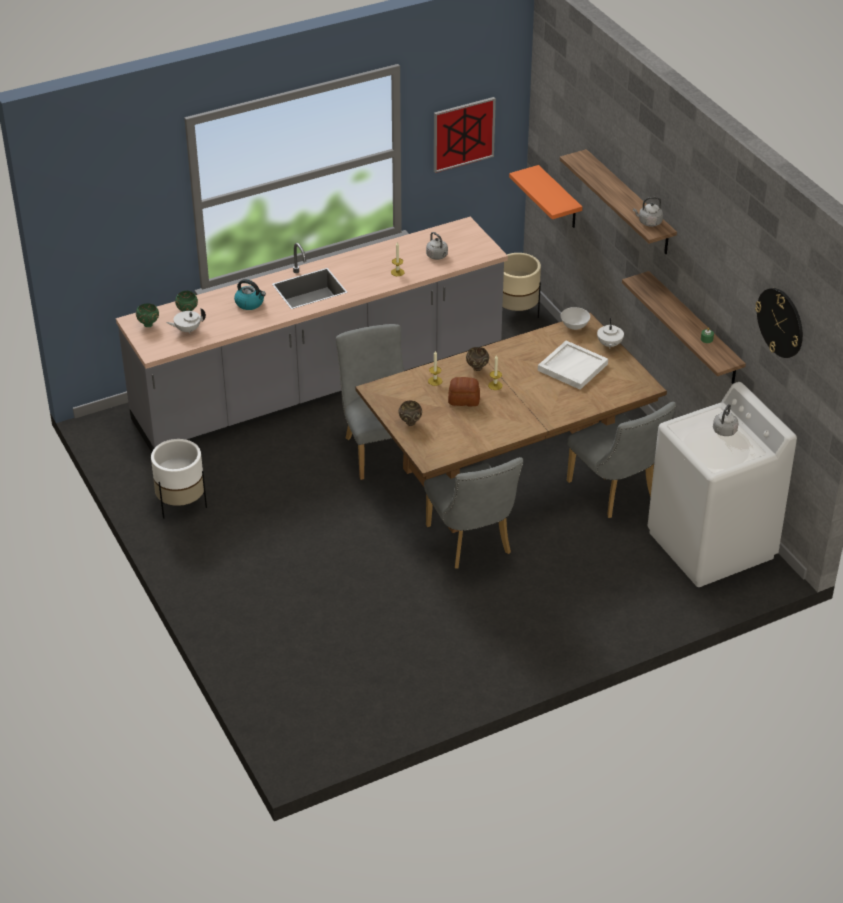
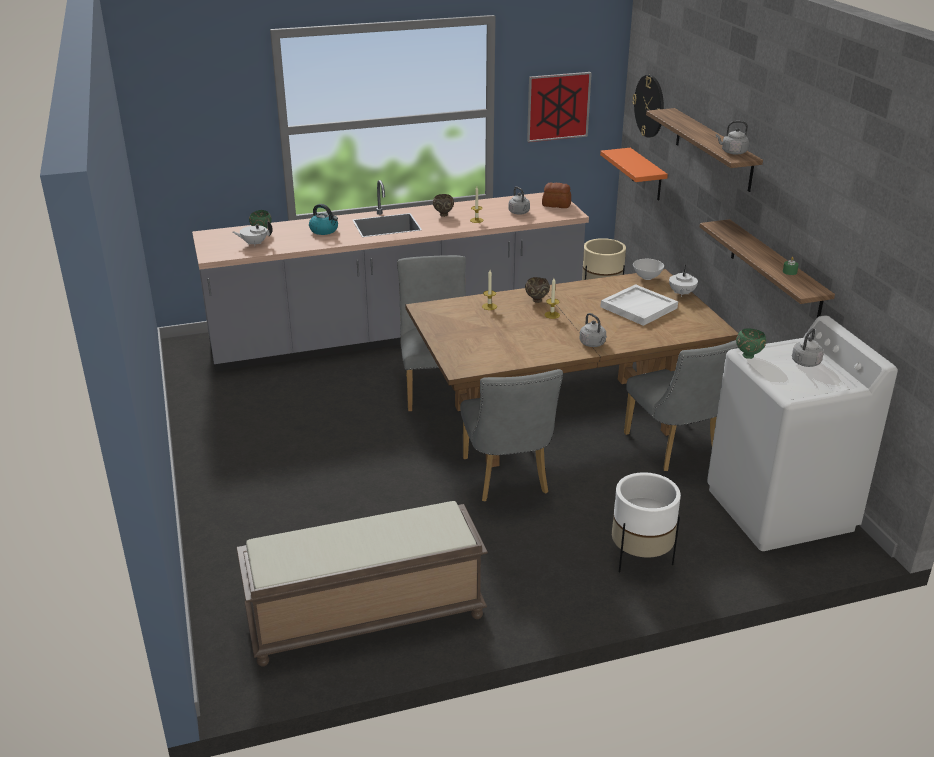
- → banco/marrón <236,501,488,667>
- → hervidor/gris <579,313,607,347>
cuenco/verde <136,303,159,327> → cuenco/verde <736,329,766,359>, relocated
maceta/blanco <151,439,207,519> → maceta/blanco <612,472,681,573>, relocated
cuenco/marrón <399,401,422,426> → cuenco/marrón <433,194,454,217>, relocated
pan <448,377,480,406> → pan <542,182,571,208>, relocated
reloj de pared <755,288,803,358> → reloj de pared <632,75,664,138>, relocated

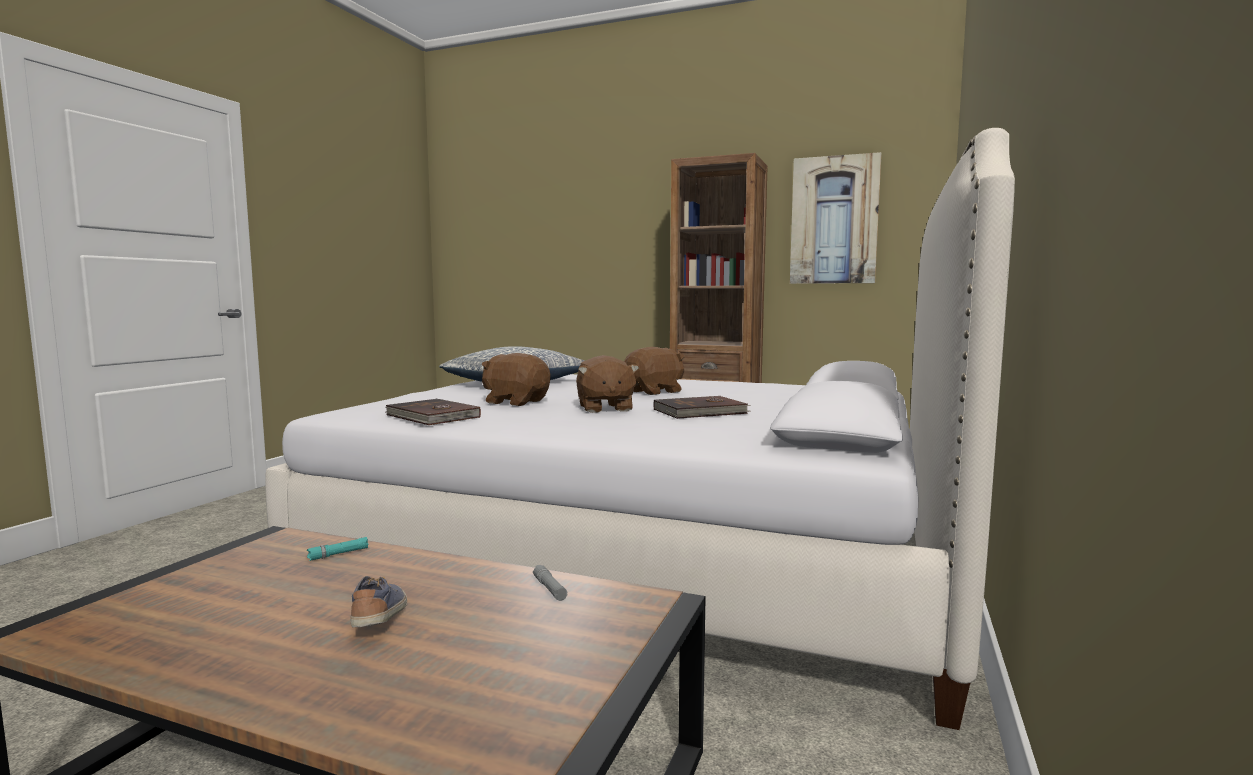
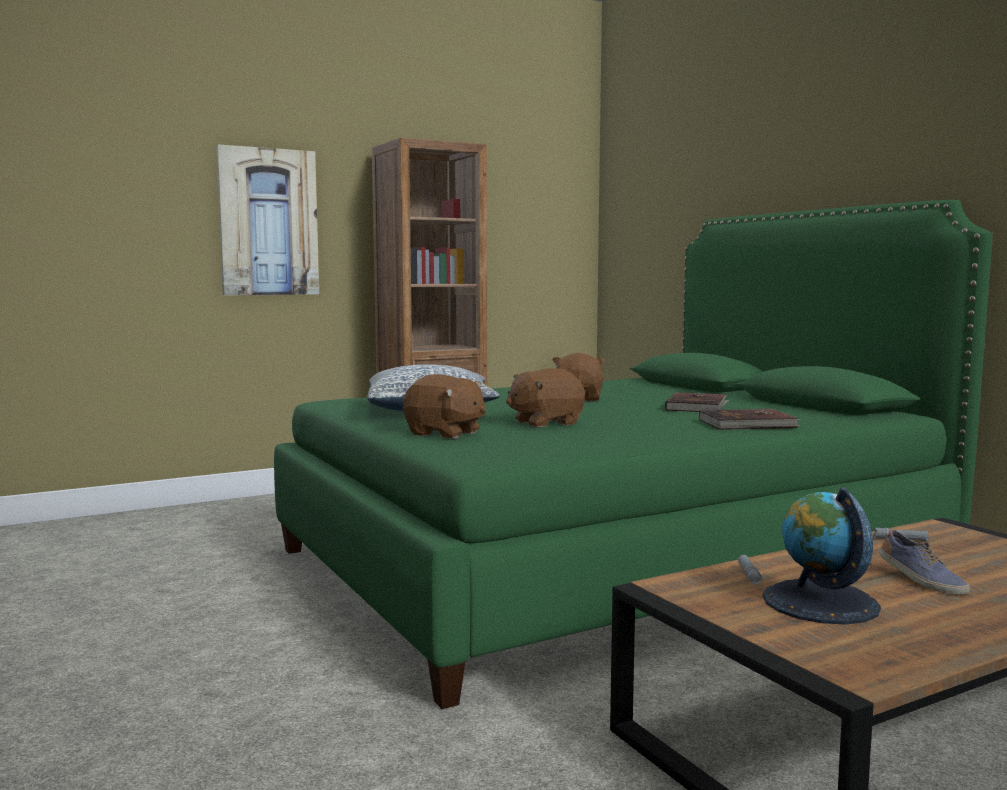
- → globo terráqueo <763,487,881,625>
libro/marrón <385,399,481,425> → libro/marrón <699,409,801,430>, relocated
peluche/marrón <576,355,639,413> → peluche/marrón <403,374,486,439>, relocated
cuadro <790,152,882,284> → cuadro <216,144,319,295>, relocated
cama/blanco <265,128,1015,730> → cama/verde <274,200,993,709>
linterna/turquesa <307,537,369,561> → linterna/gris <738,555,762,585>
zapato <350,576,407,628> → zapato <879,529,970,594>, 150 degrees counterclockwise

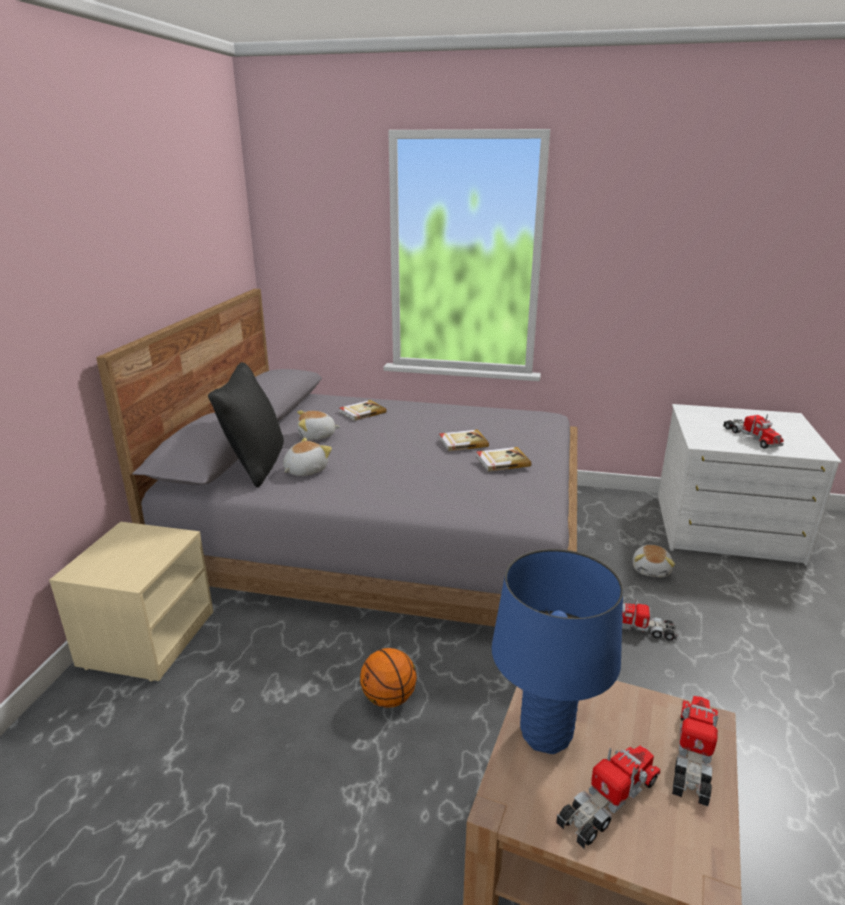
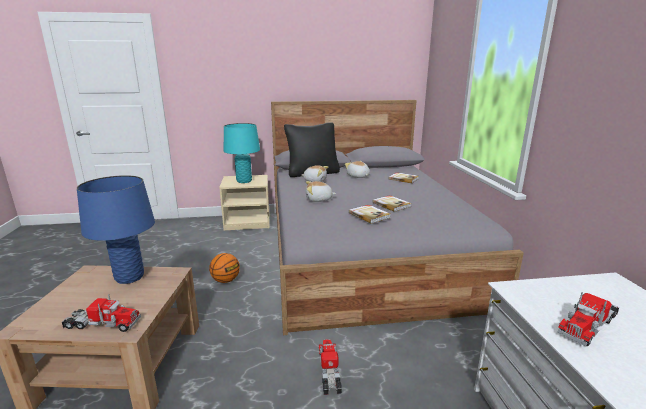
camión de juguete <556,746,660,849> → -
- → lámpara de mesa/turquesa <224,123,260,183>
peluche <633,545,675,577> → peluche <306,181,336,202>, relocated

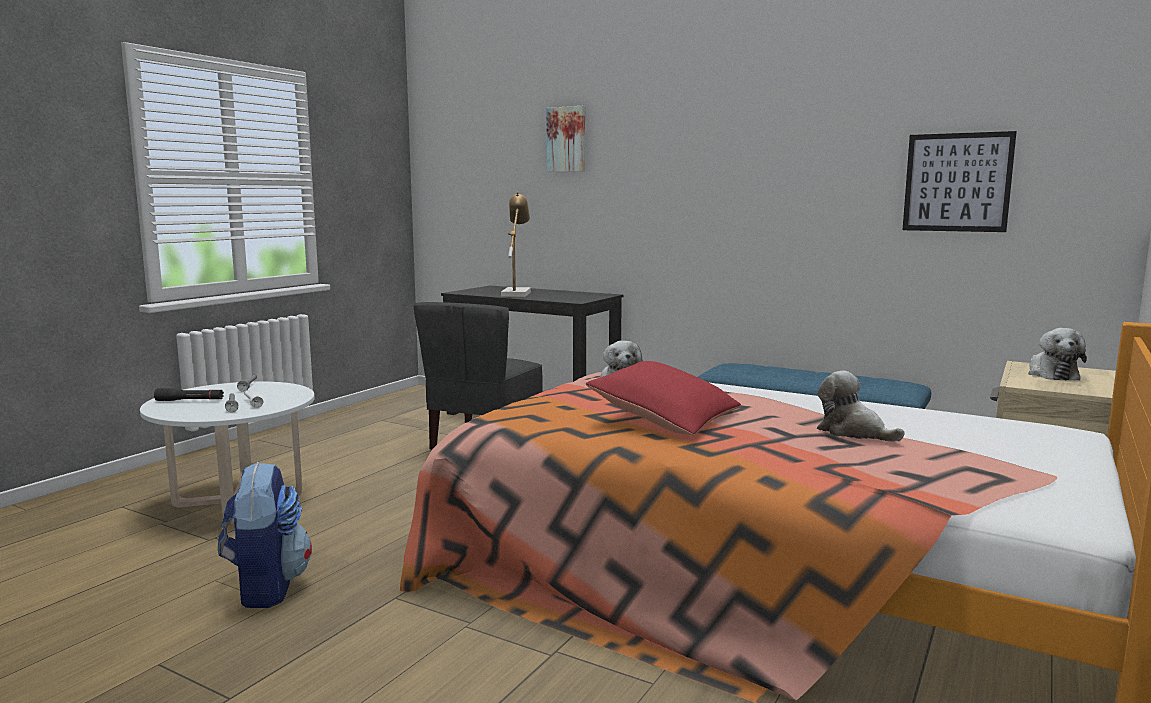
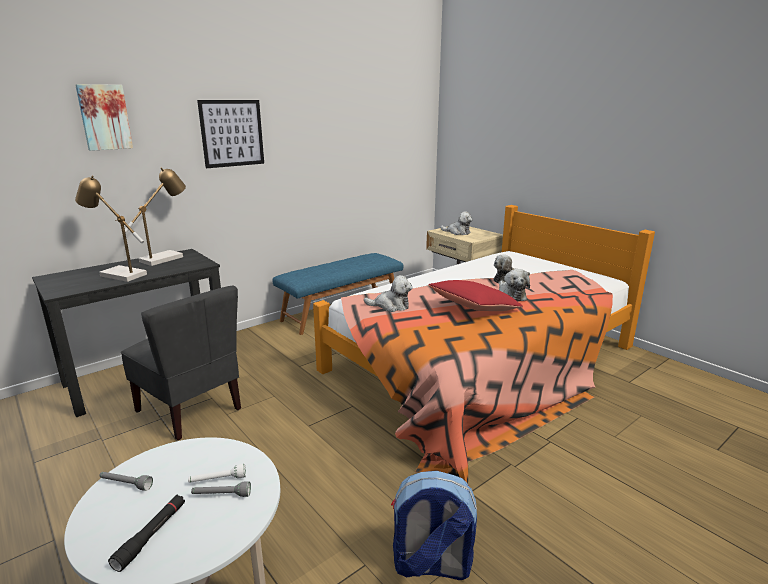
- → lámpara de mesa <125,167,186,266>
- → peluche <499,269,530,302>
cuadro <903,131,1017,232> → cuadro <197,100,264,168>, relocated

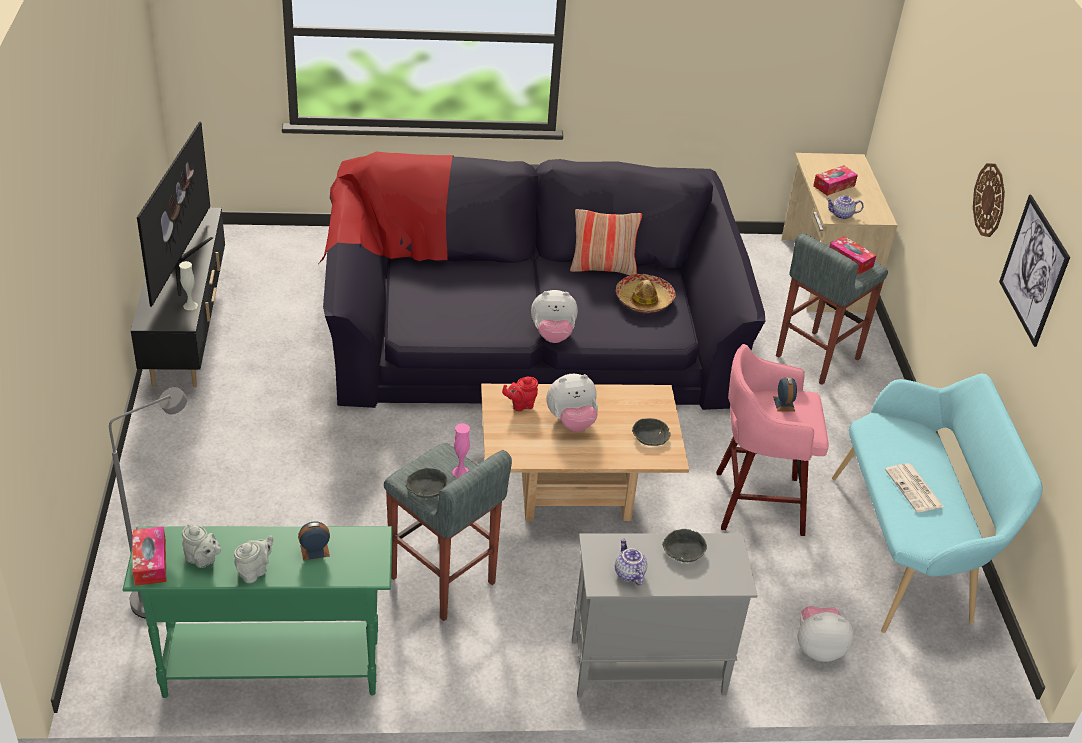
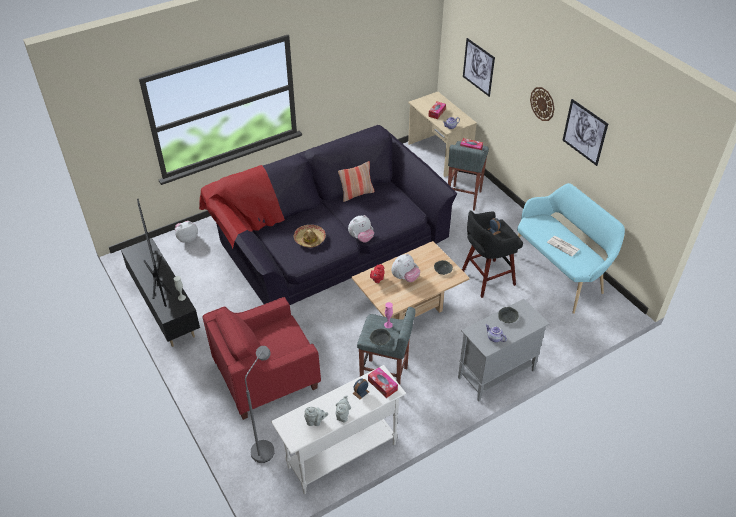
- → sillón/rojo <202,297,321,420>
- → cuadro <463,38,495,97>
caja de pañuelos <132,526,167,586> → caja de pañuelos <368,367,398,398>, relocated
sombrero <616,274,676,313> → sombrero <294,225,326,248>, relocated
peluche <798,606,854,662> → peluche <175,221,198,243>, relocated
mesa consola/verde <123,526,393,698> → mesa consola/blanco <271,365,406,494>
taburete/rosa <716,344,829,536> → taburete/negro <462,211,523,298>

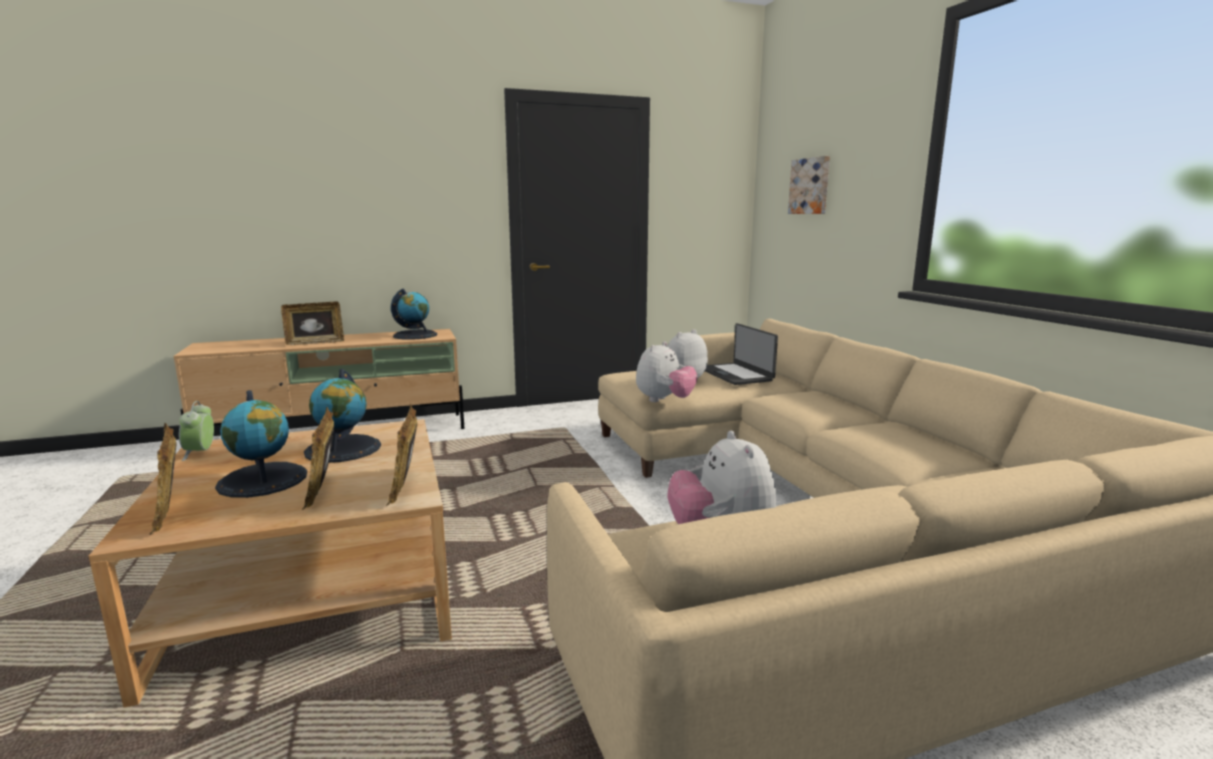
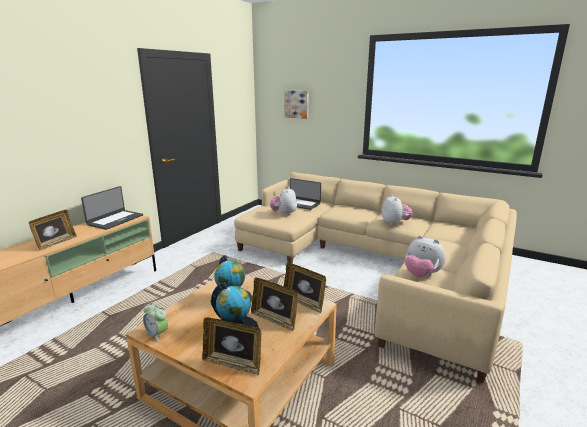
peluche <636,341,697,402> → peluche <382,194,412,225>, relocated
globo terráqueo <391,288,437,340> → portátil <81,186,143,230>

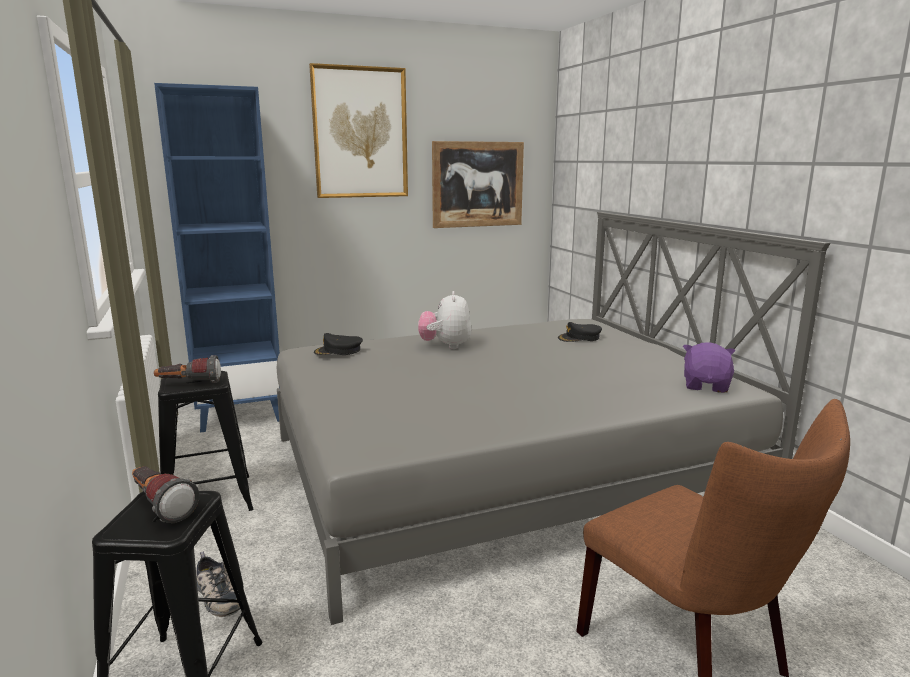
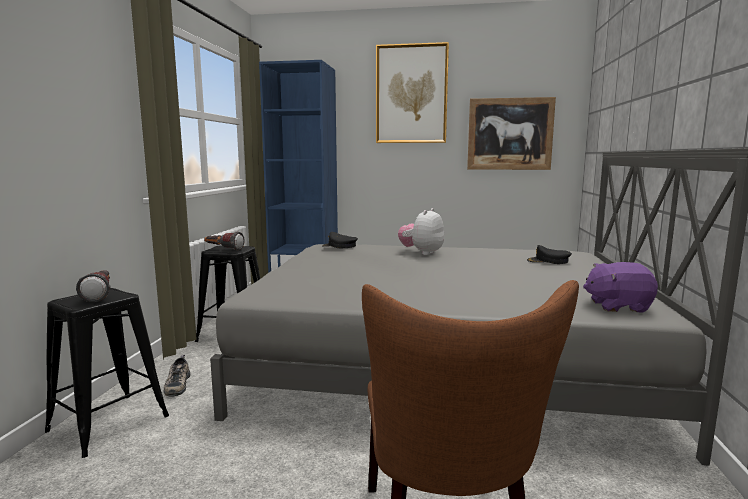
peluche/morado <683,342,735,393> → peluche/morado <583,262,658,313>, 135 degrees counterclockwise

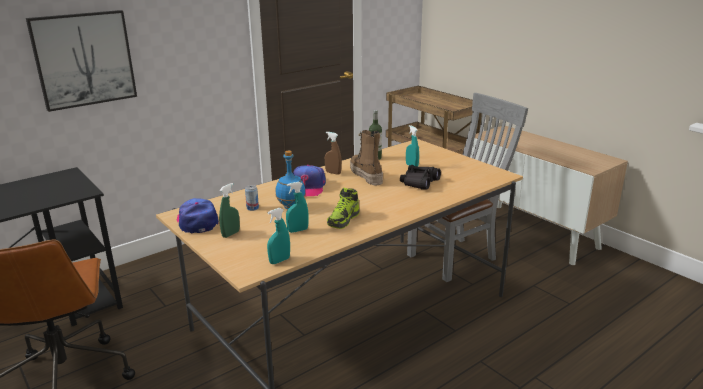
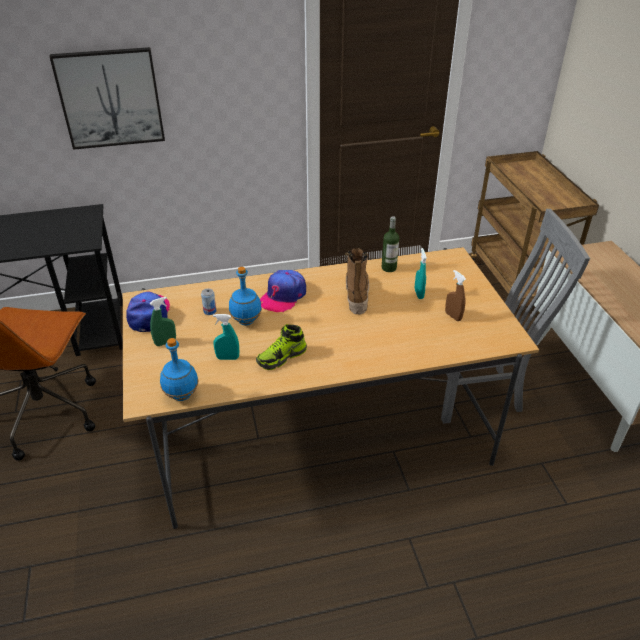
prismáticos/negro <400,165,441,190> → -
pulverizador/marrón <325,132,342,175> → pulverizador/marrón <445,270,466,321>, relocated
pulverizador/turquesa <267,208,290,264> → botella/azul <160,338,198,401>

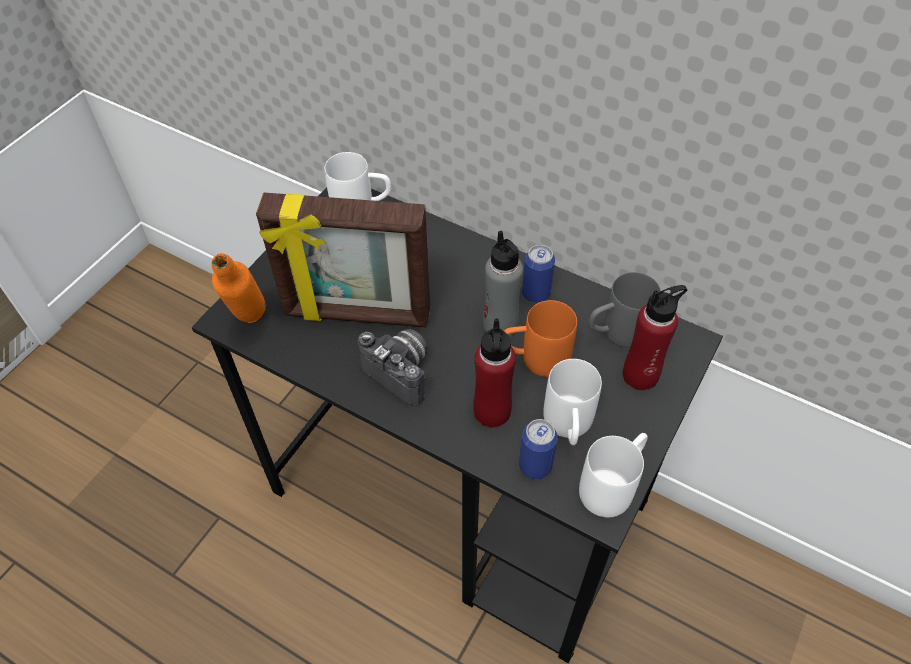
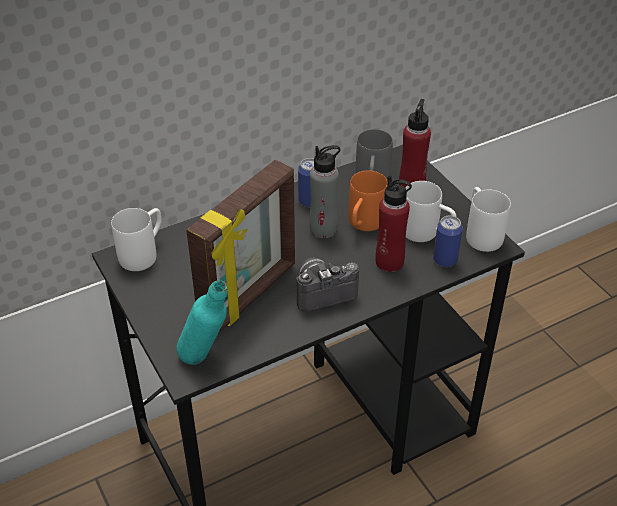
botella/naranja <212,253,266,323> → botella/turquesa <177,280,228,365>

